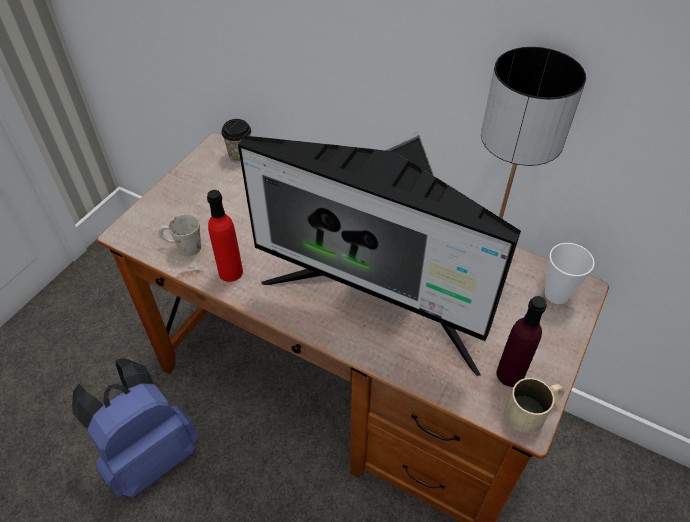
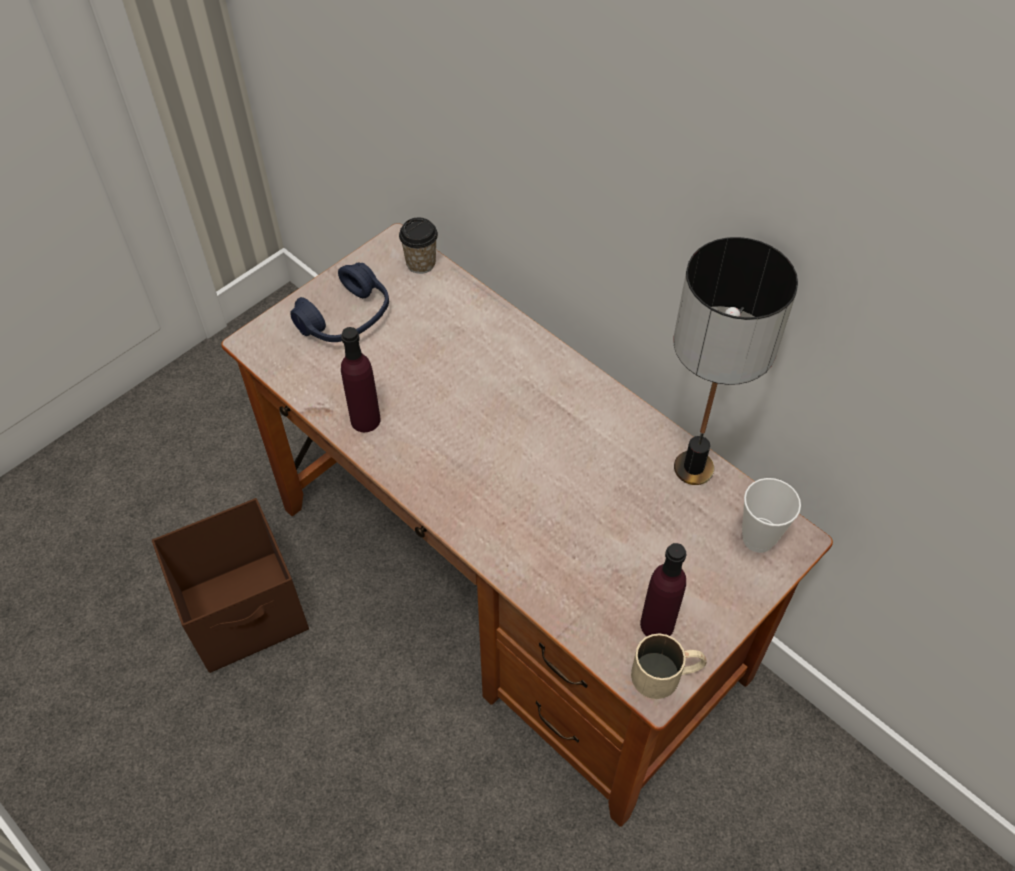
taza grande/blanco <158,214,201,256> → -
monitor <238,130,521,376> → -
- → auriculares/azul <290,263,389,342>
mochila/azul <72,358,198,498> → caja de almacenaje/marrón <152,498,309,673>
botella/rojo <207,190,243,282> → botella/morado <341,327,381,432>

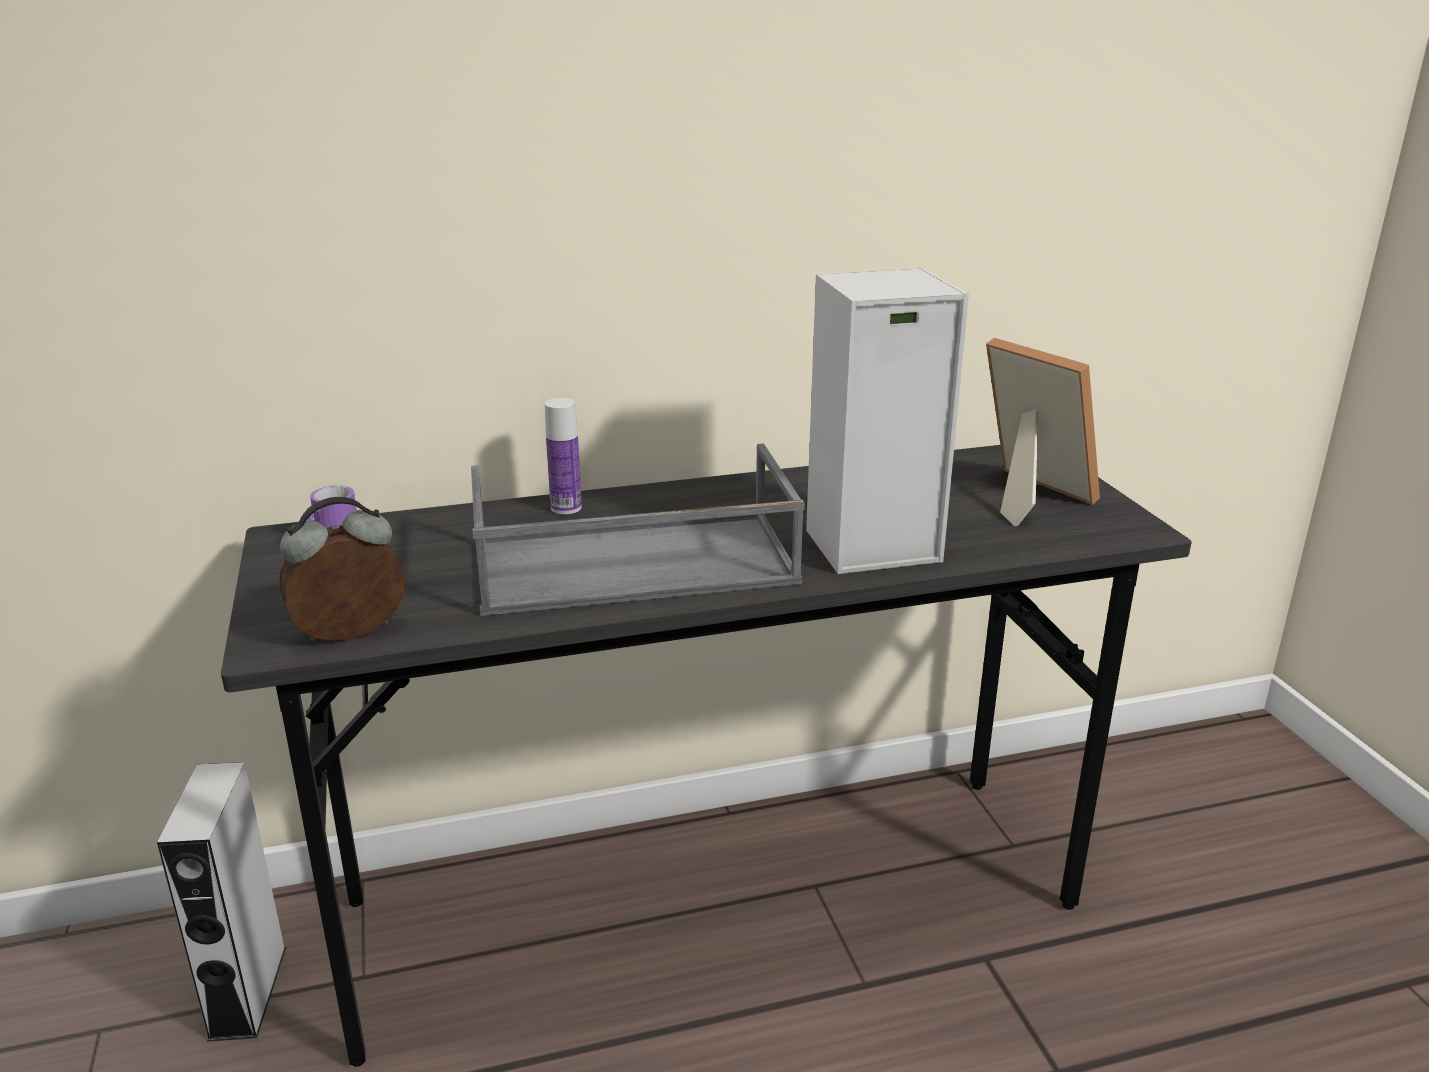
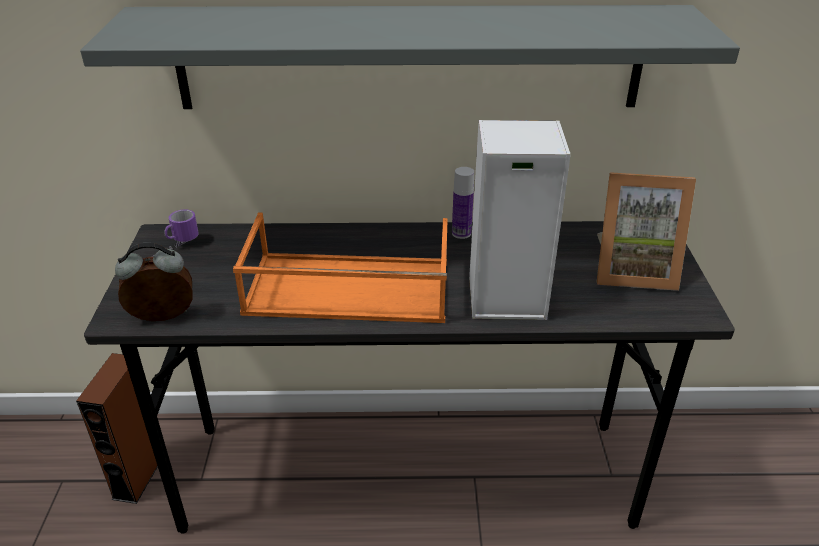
- → estante/gris <80,5,740,109>
botella <545,398,582,514> → botella <452,167,474,239>, relocated
altavoz/gris <157,762,286,1042> → altavoz/marrón <76,353,158,504>
bandeja/gris <471,443,805,616> → bandeja/naranja <233,213,448,323>
portarretratos <986,338,1100,526> → portarretratos <597,172,696,291>, 120 degrees clockwise

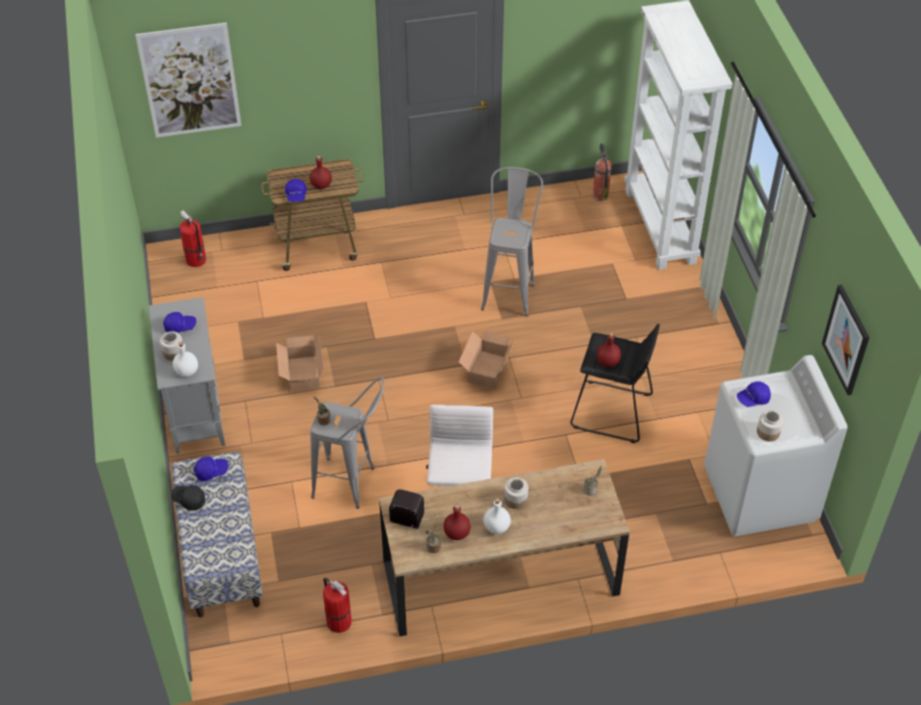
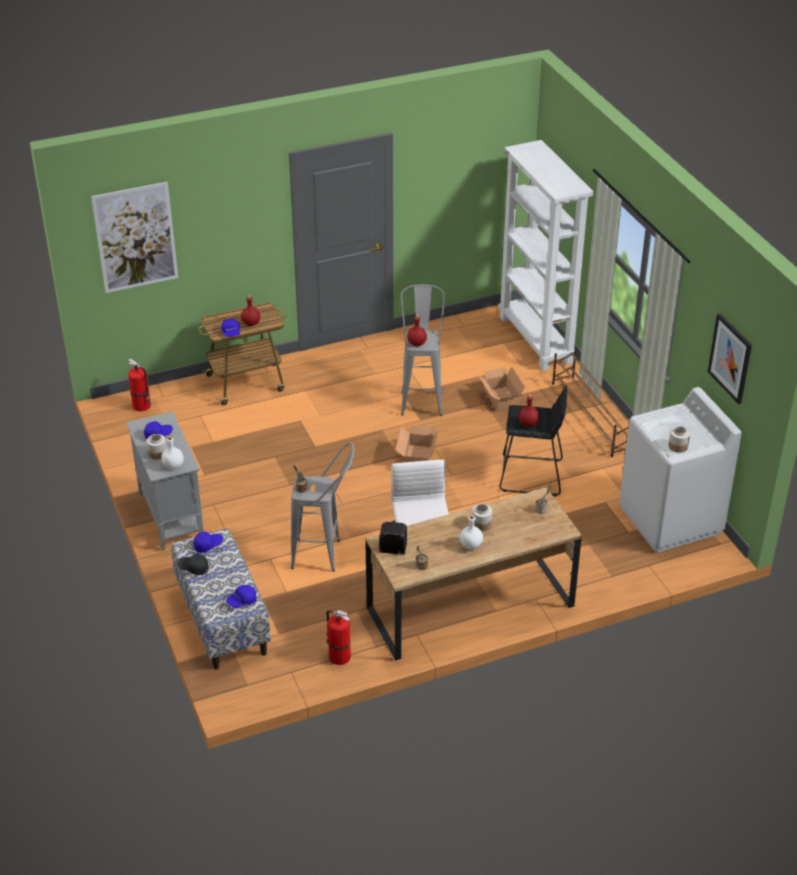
extintor <593,143,612,201> → -
- → zapatero/marrón <552,348,629,457>
caja de cartón <276,335,323,392> → caja de cartón <478,367,525,412>, relocated
botella/rojo <444,504,471,540> → botella/rojo <407,315,427,346>, relocated
gorra/azul <737,381,771,407> → gorra/azul <226,585,257,608>, relocated

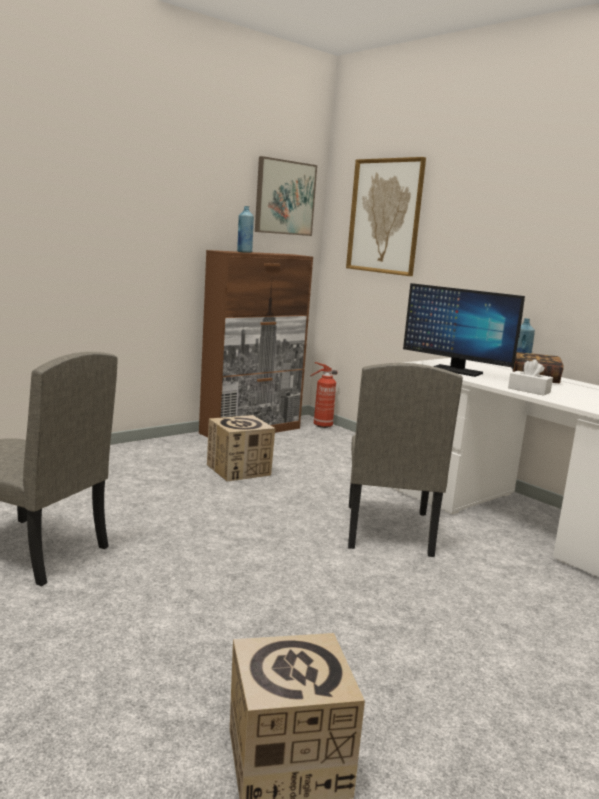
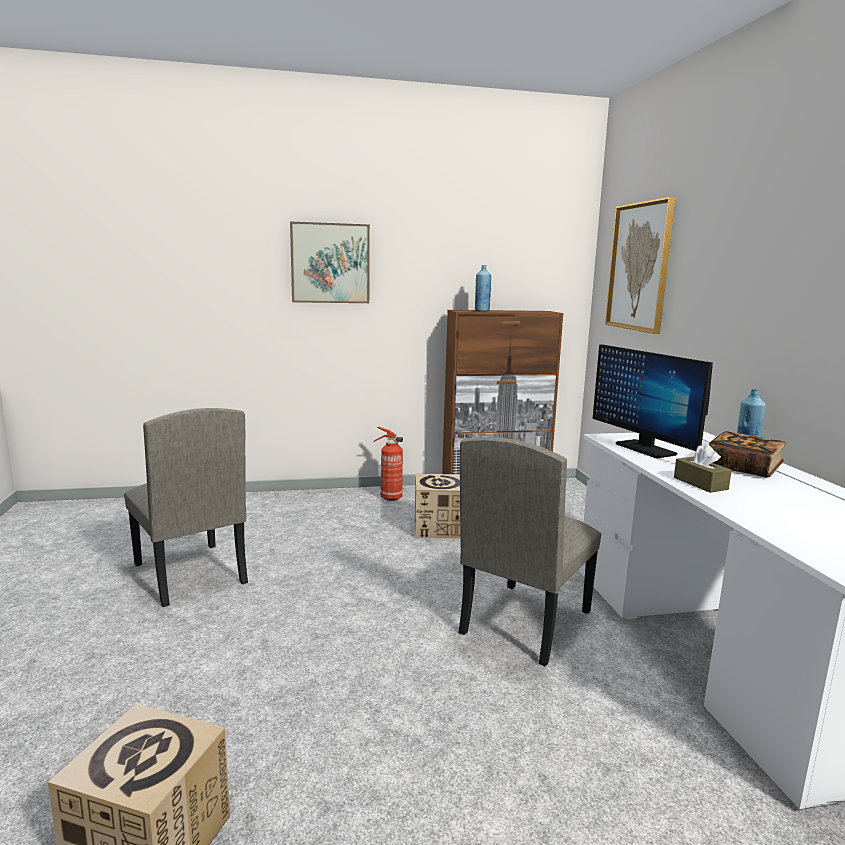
cuadro <255,156,317,236> → cuadro <290,221,370,303>, relocated
extintor <310,362,338,428> → extintor <373,427,403,501>, relocated
caja de pañuelos/blanco <508,359,553,396> → caja de pañuelos/marrón <674,445,732,493>

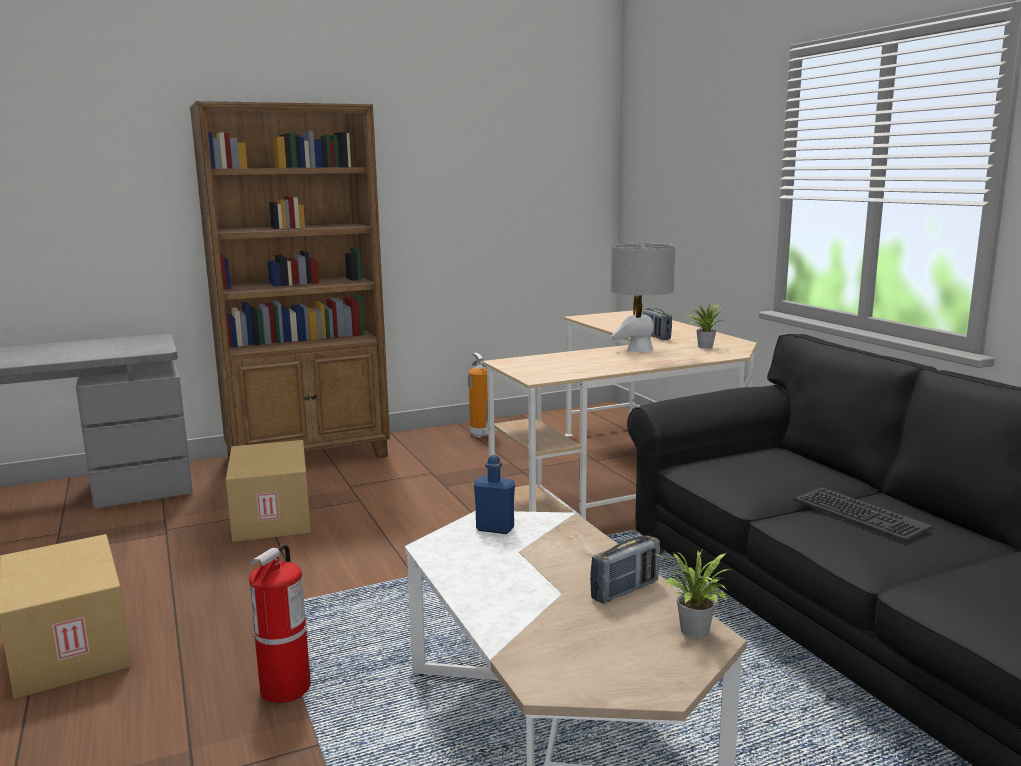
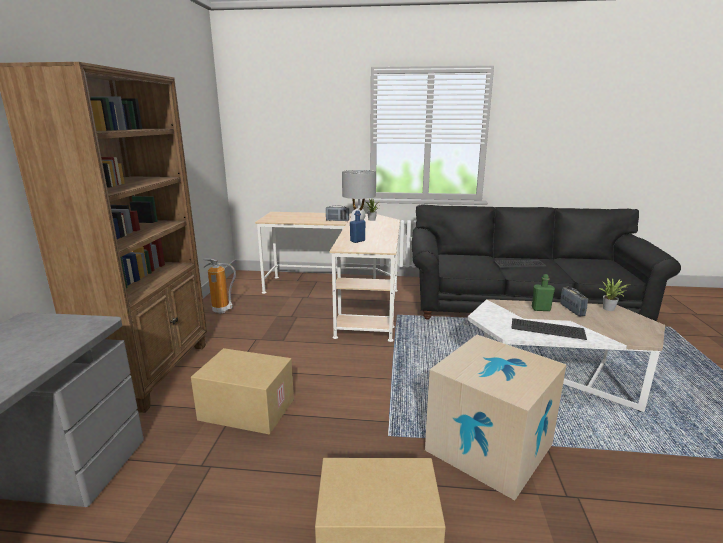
- → teclado <511,318,587,340>
- → botella/verde <531,274,555,311>
botella/azul <474,455,515,534> → botella/azul <350,210,366,243>, relocated
extintor <249,544,311,703> → caja de cartón <425,335,567,500>

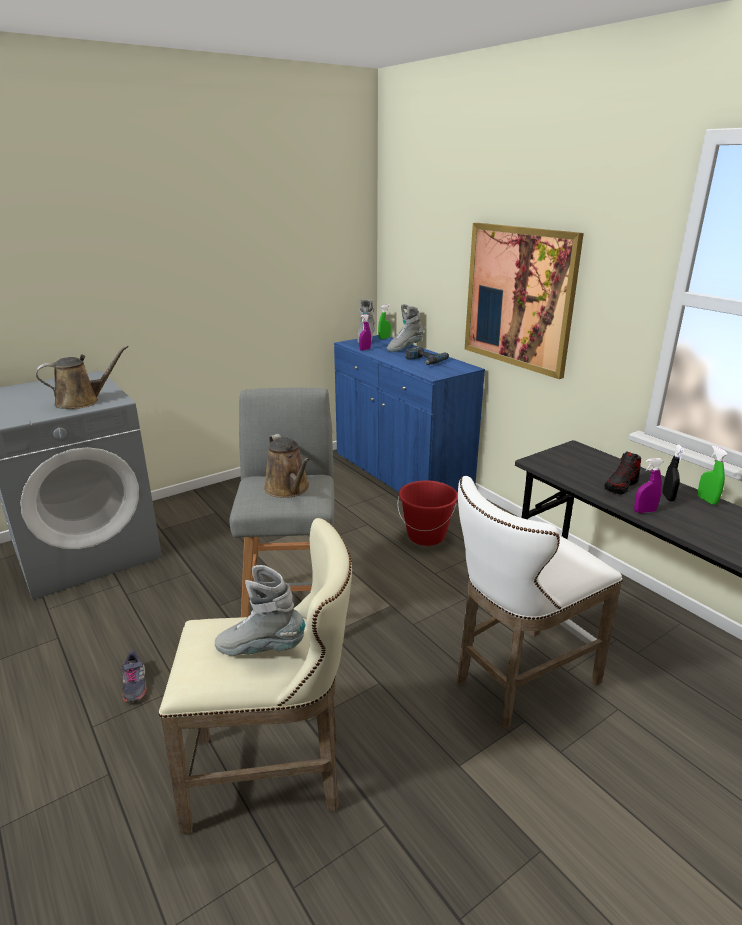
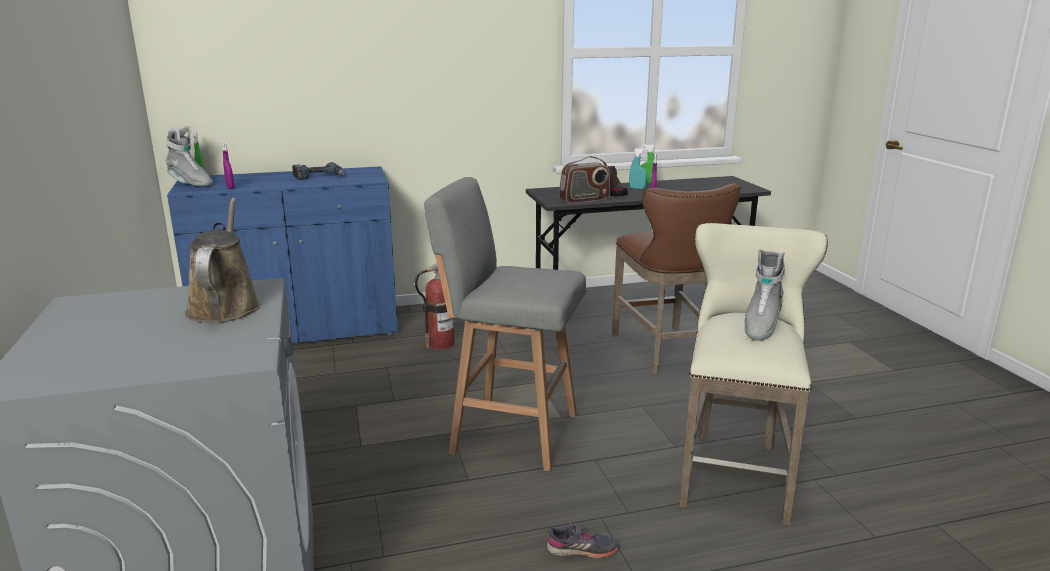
regadera/marrón <264,434,310,498> → -
bota/gris <387,304,424,352> → -
cuadro <465,223,584,379> → -
- → radio <559,156,610,203>
cubo/rojo <397,480,458,546> → extintor <415,263,454,350>
taburete/blanco <456,476,623,730> → taburete/marrón <612,184,740,375>
pulverizador/negro <662,445,684,501> → pulverizador/turquesa <629,148,647,189>

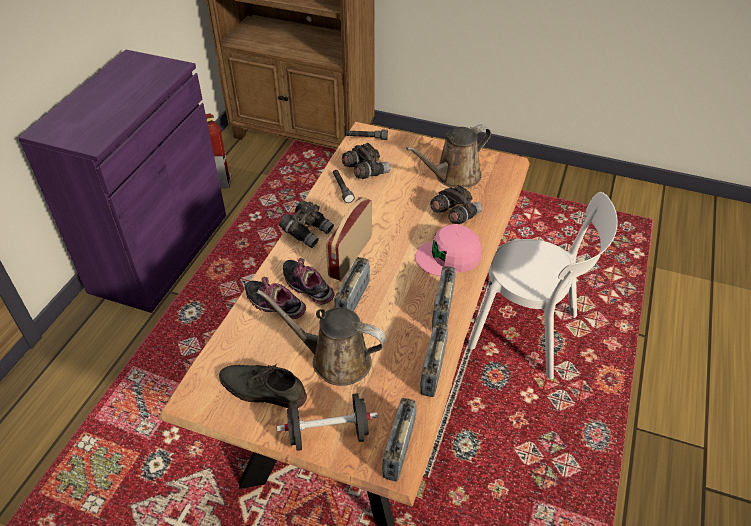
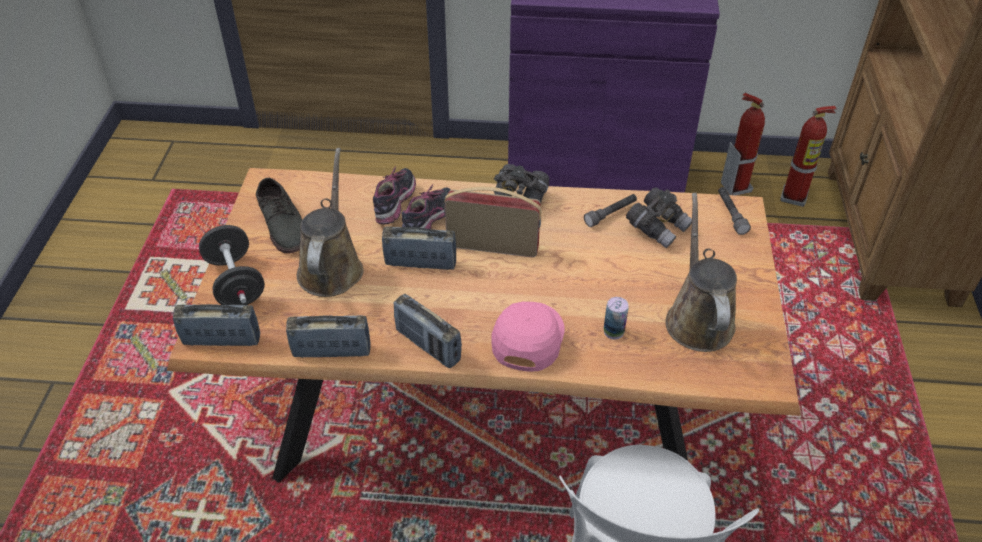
- → extintor <780,106,837,207>
prismáticos/gris <430,185,482,224> → lata <604,297,628,340>
zapato/gris <219,364,307,408> → zapato/gris <256,178,302,254>, 150 degrees clockwise
regadera/marrón <406,125,491,188> → regadera/marrón <665,193,737,352>, 45 degrees clockwise
gorra/rosa <415,224,481,276> → gorra/rosa <491,302,565,372>, 45 degrees clockwise
radio <432,266,455,330> → radio <394,294,462,368>, 135 degrees counterclockwise

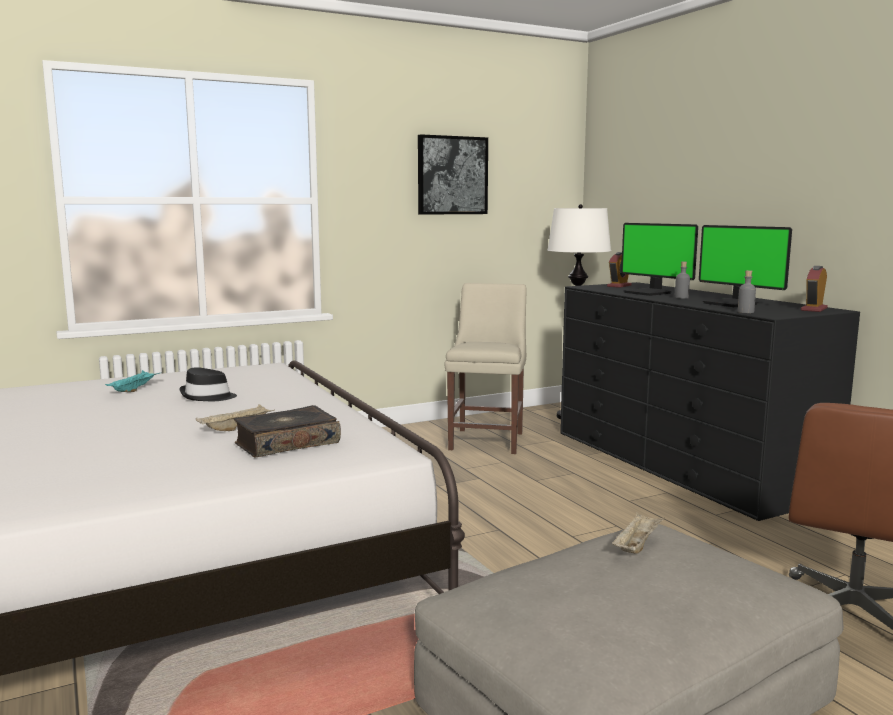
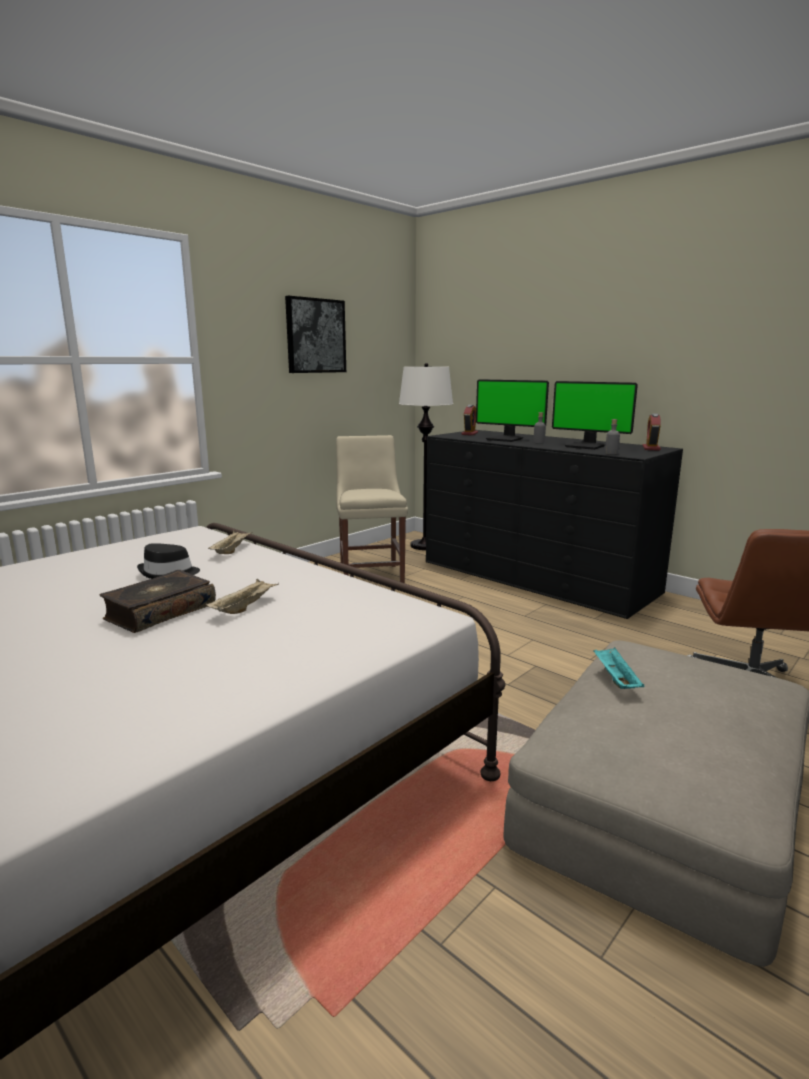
bandeja/turquesa <105,370,159,392> → bandeja/turquesa <593,648,645,689>, relocated
libro <234,405,341,458> → libro <100,570,216,633>, relocated
bandeja/beis <612,512,664,554> → bandeja/beis <208,531,251,554>, relocated

